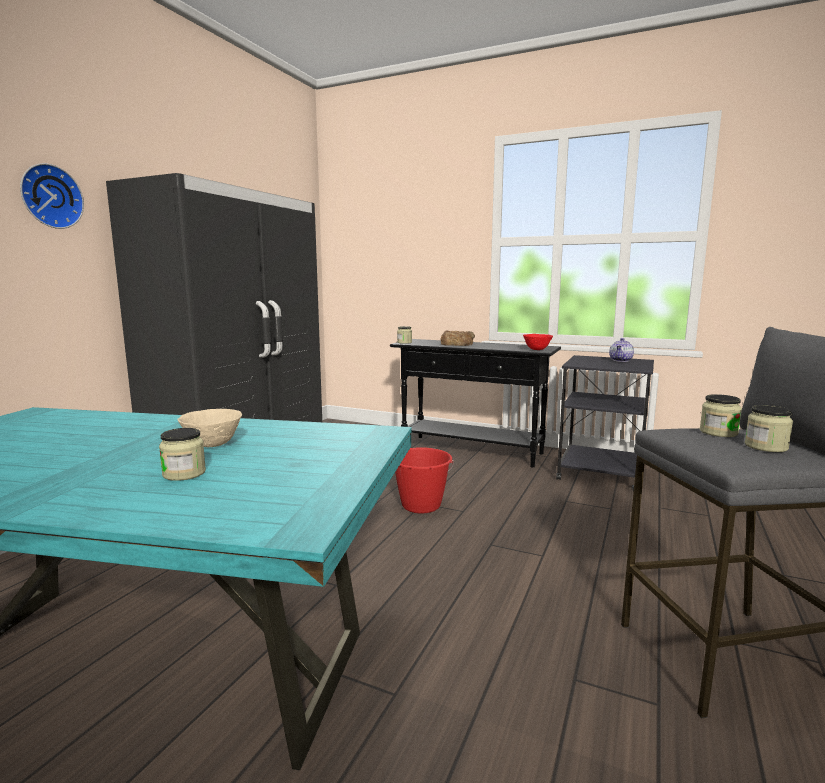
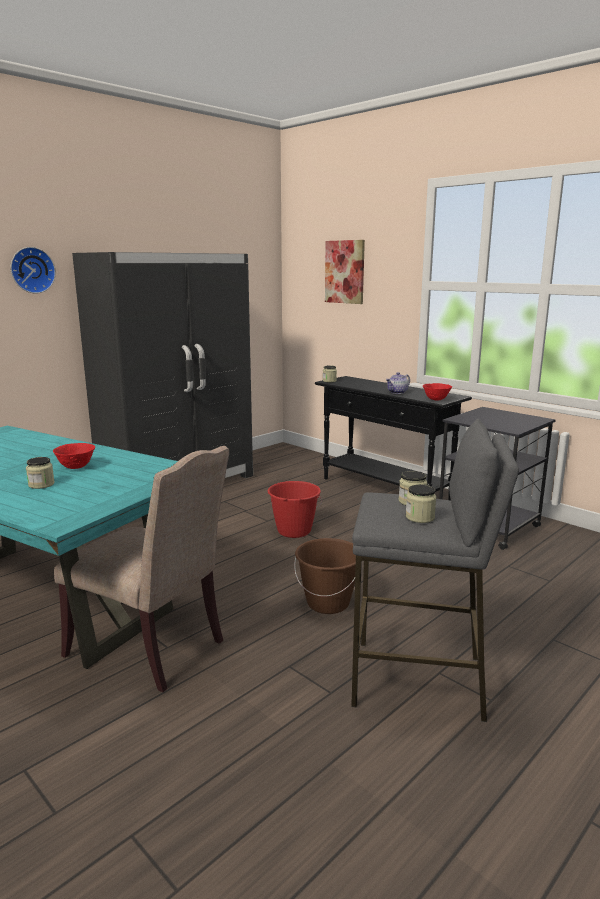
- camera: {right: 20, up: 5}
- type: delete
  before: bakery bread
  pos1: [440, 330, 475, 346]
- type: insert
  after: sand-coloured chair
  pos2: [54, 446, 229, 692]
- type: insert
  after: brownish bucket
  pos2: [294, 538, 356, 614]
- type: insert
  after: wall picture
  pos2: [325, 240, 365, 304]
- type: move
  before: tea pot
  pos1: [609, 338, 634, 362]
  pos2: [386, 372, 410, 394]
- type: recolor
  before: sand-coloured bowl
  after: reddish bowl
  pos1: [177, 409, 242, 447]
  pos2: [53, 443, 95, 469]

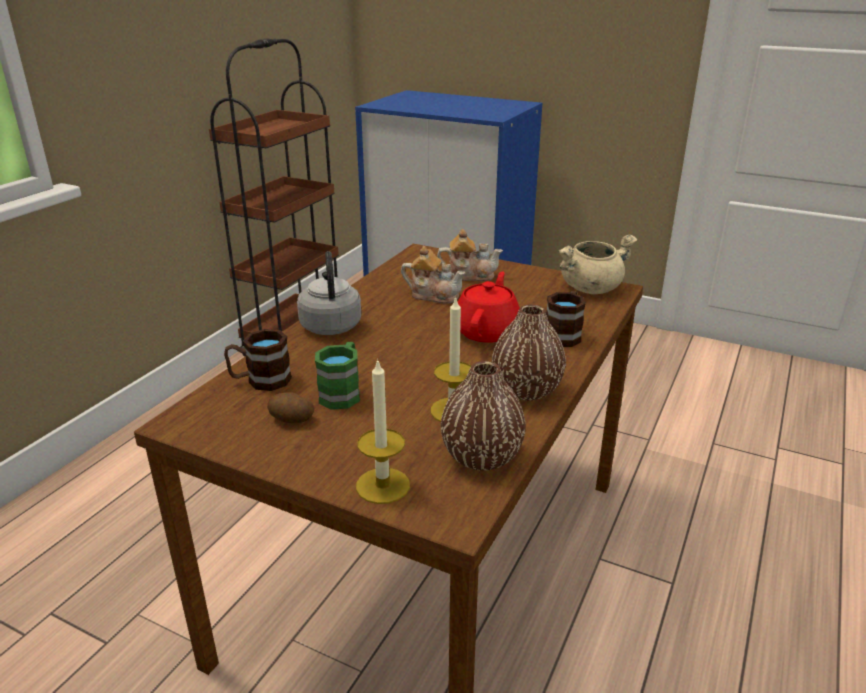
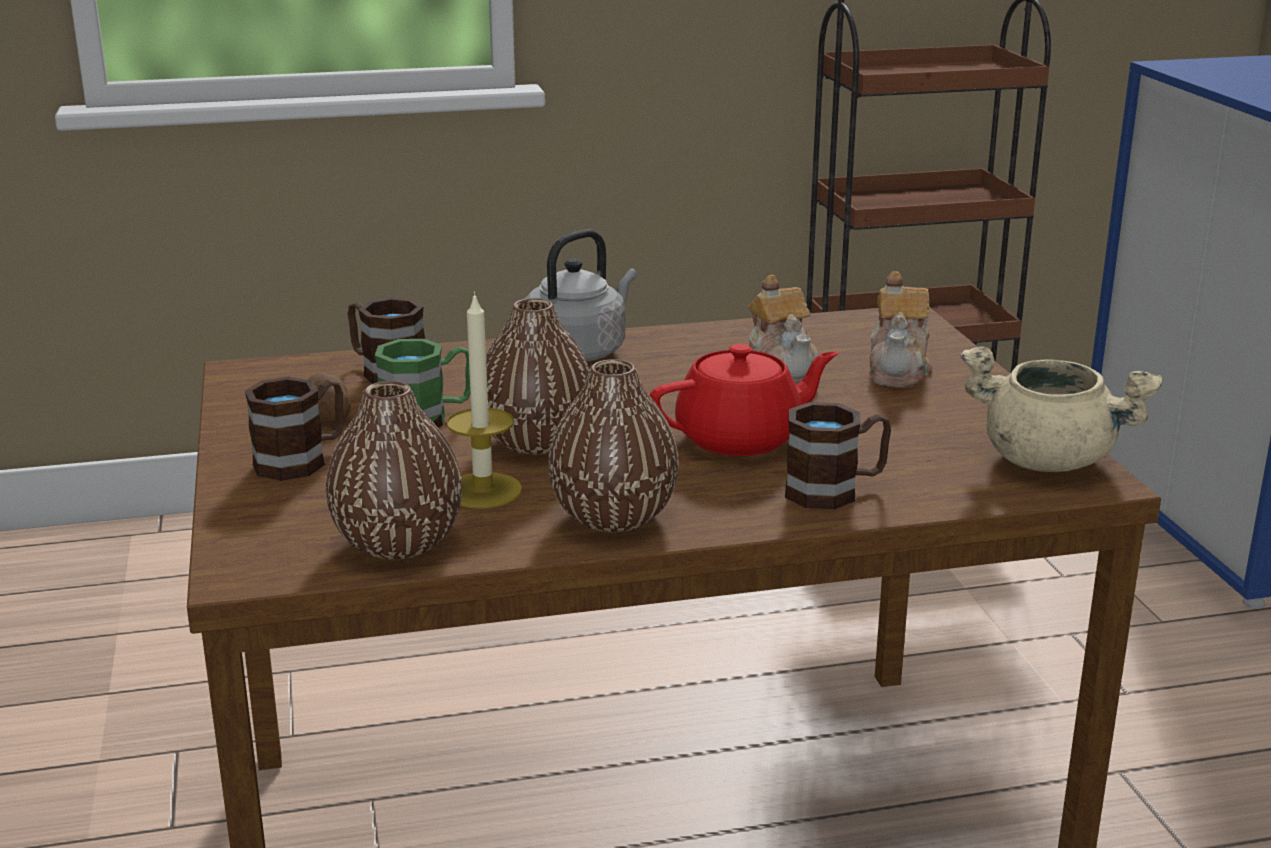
- camera: {right: 50, up: -5}
- type: delete
  before: wax candle
  pos1: [356, 358, 410, 504]
- type: insert
  after: brownish mug
  pos2: [245, 377, 344, 481]
- type: insert
  after: brownish flower vase
  pos2: [486, 298, 590, 454]
- type: rotate
  before: tea pot
  pos1: [437, 229, 503, 281]
  pos2: [869, 271, 932, 387]
  turn: 45

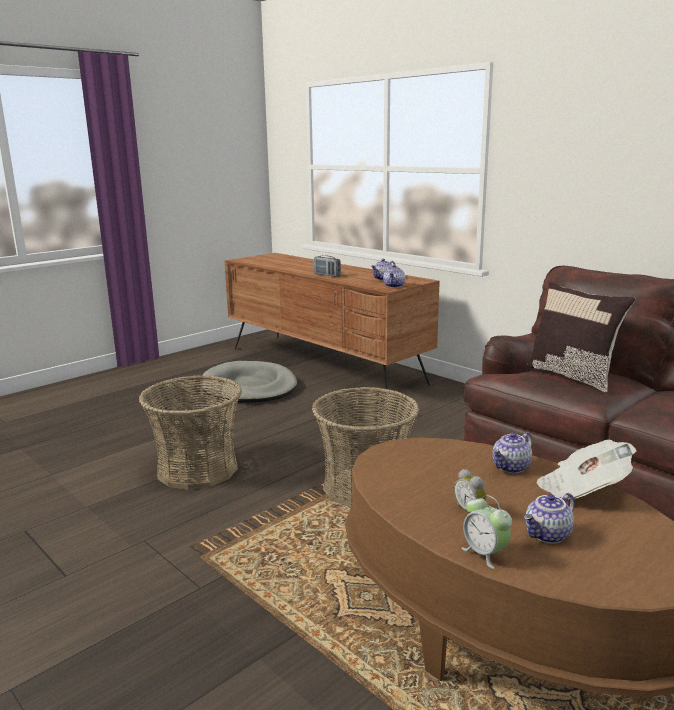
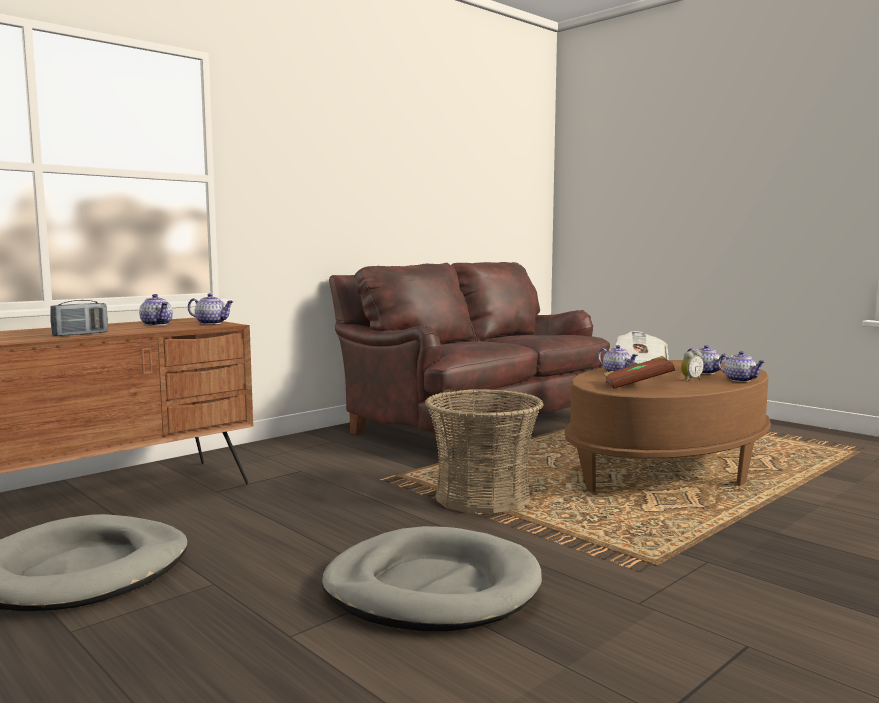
- camera: {right: -90, up: -10}
- type: delete
  before: cushion
  pos1: [527, 282, 635, 393]
- type: insert
  after: brownish bound book
  pos2: [603, 356, 675, 389]
- type: replace
  before: basket
  after: greyish pet bed
  pos1: [139, 375, 242, 490]
  pos2: [322, 526, 542, 631]
- type: replace
  before: alarm clock
  after: tea pot
  pos1: [461, 495, 512, 569]
  pos2: [718, 351, 765, 382]

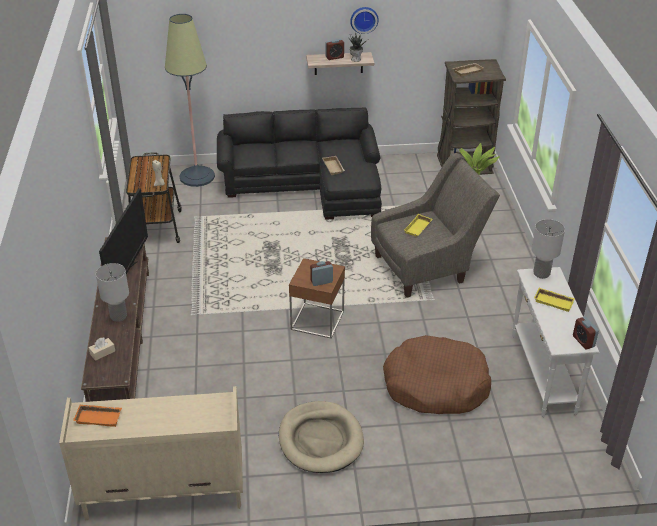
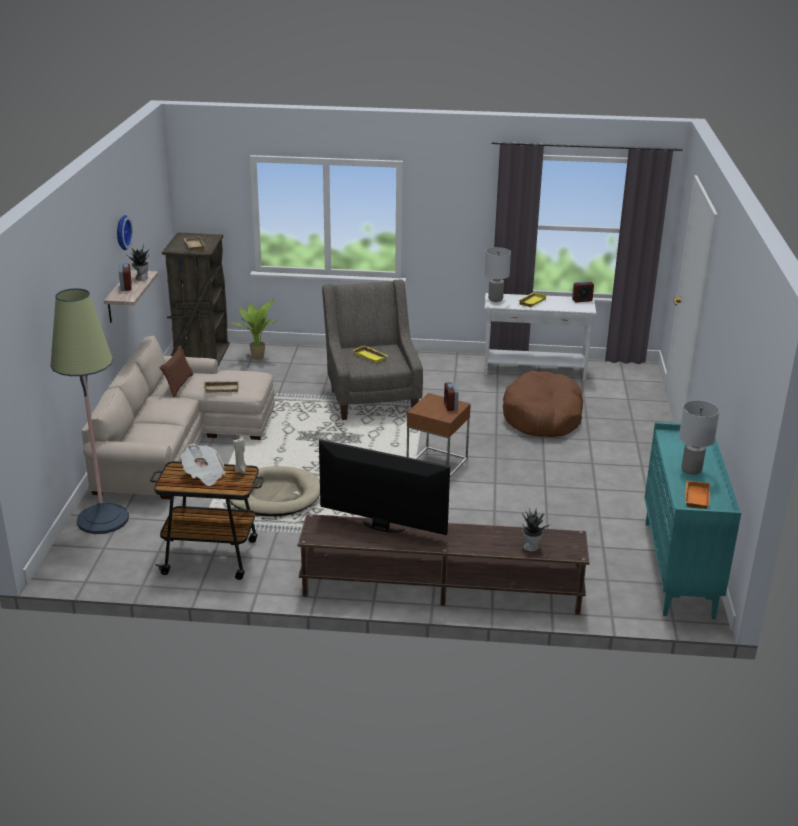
- camera: {right: -80, up: -10}
- type: insert
  after: brownish cushion
  pos2: [159, 346, 193, 397]
- type: insert
  after: newspaper
  pos2: [181, 444, 226, 486]
- type: move
  before: greyish tabletop lamp
  pos1: [96, 263, 129, 322]
  pos2: [679, 400, 720, 475]
- type: move
  before: sand-coloured pet bed
  pos1: [279, 401, 364, 473]
  pos2: [229, 466, 320, 516]
- type: replace
  before: sand-coloured box of tissues
  after: plant in a pot
  pos1: [89, 338, 115, 361]
  pos2: [522, 507, 552, 552]
- type: recolor
  before: sand-coloured cupboard
  after: turquoise-coloured cupboard
  pos1: [59, 386, 243, 520]
  pos2: [644, 422, 741, 619]
- type: recolor
  before: blackish sofa
  after: sand-coloured sofa
  pos1: [217, 108, 382, 220]
  pos2: [81, 336, 275, 499]

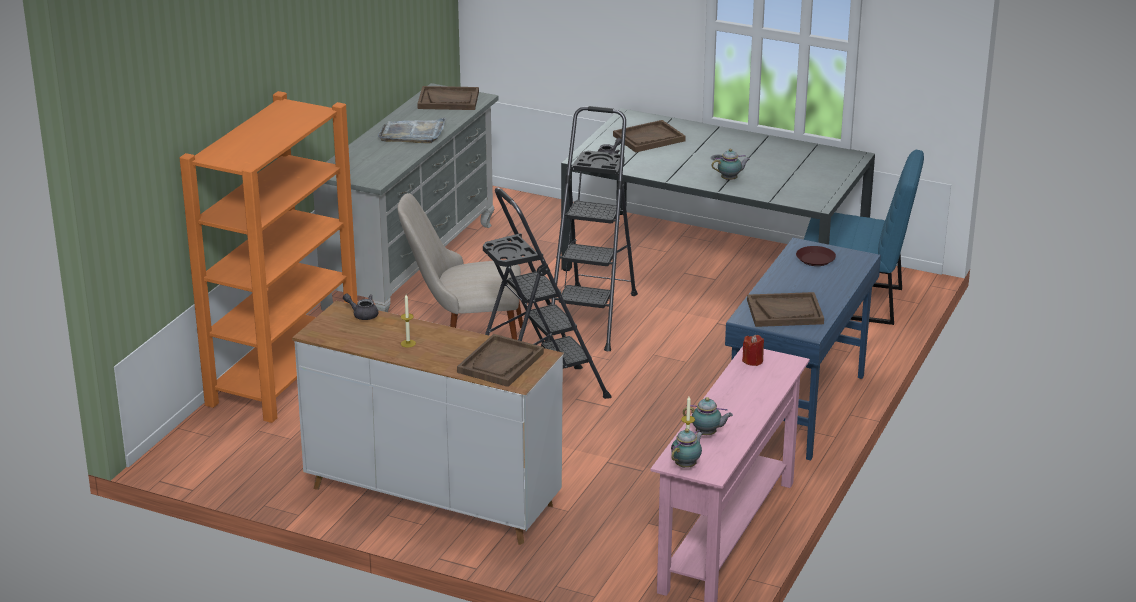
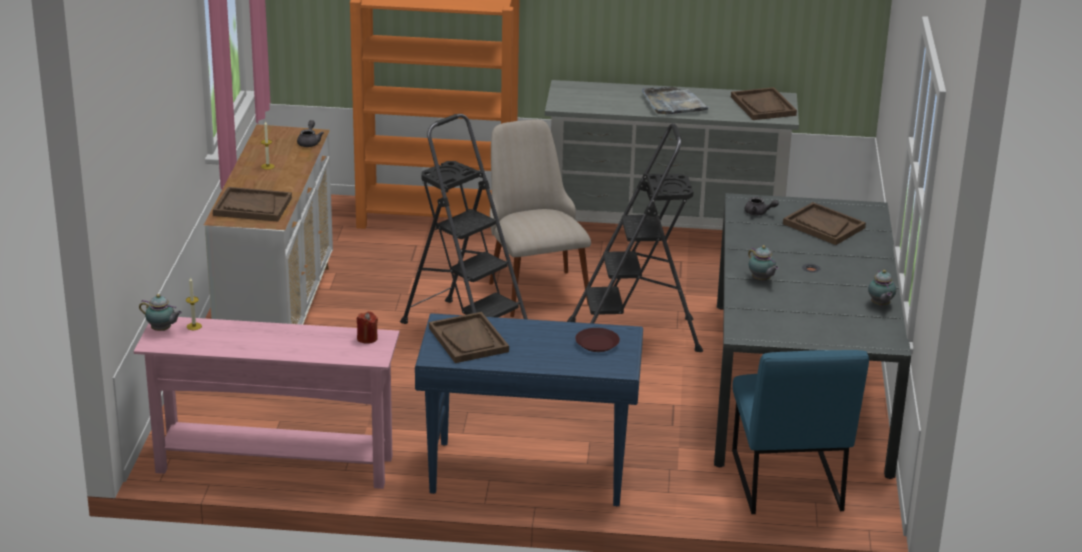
- camera: {right: 70, up: 0}
- type: move
  before: tea pot
  pos1: [683, 397, 733, 435]
  pos2: [868, 270, 896, 306]

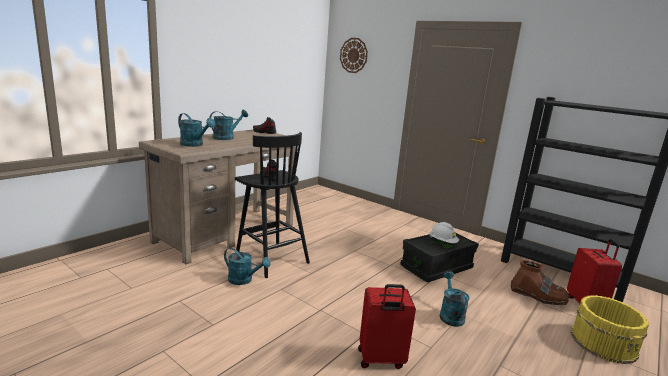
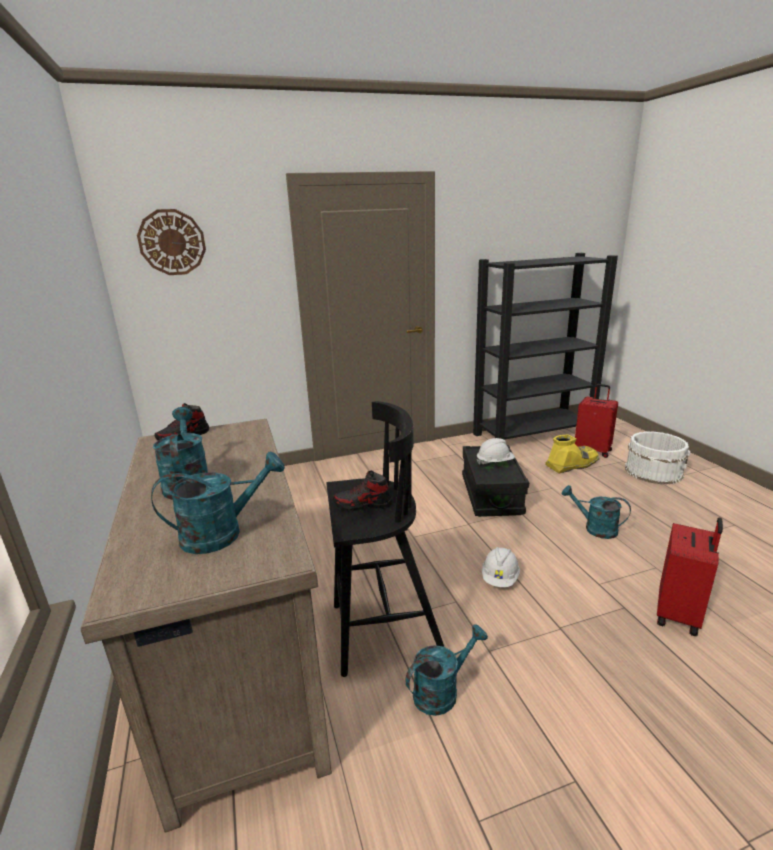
- camera: {right: -55, up: 5}
- type: insert
  after: white-coloured hard hat
  pos2: [482, 547, 520, 587]
- type: recolor
  before: brownish boot
  after: yellow-coloured boot
  pos1: [511, 260, 569, 305]
  pos2: [546, 434, 599, 473]
- type: recolor
  before: yellow-coloured bucket
  after: white-coloured bucket
  pos1: [570, 295, 649, 364]
  pos2: [625, 431, 690, 484]

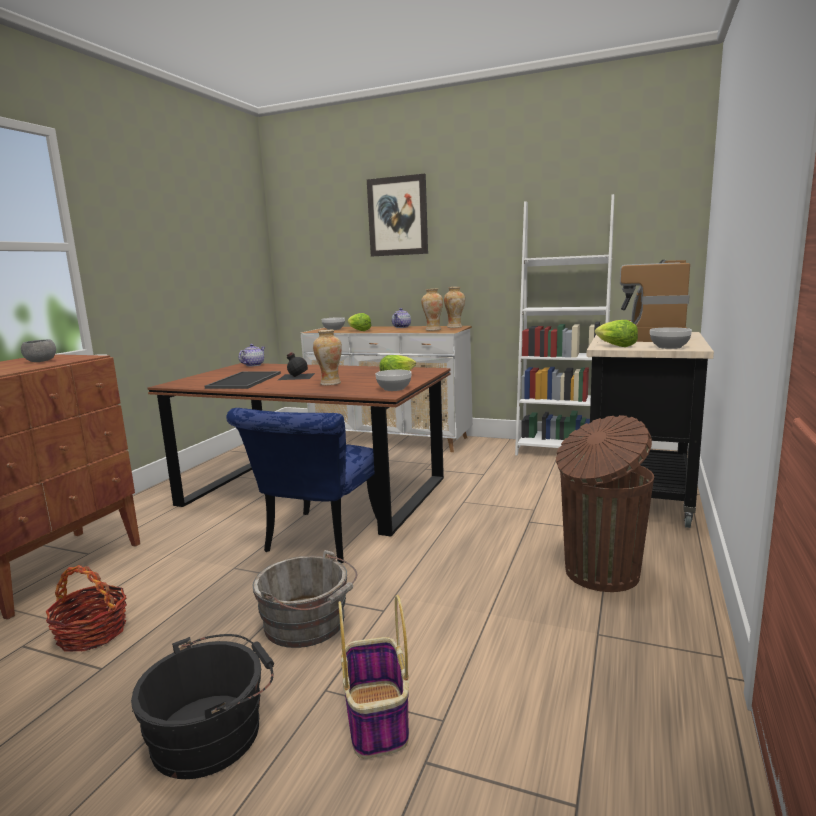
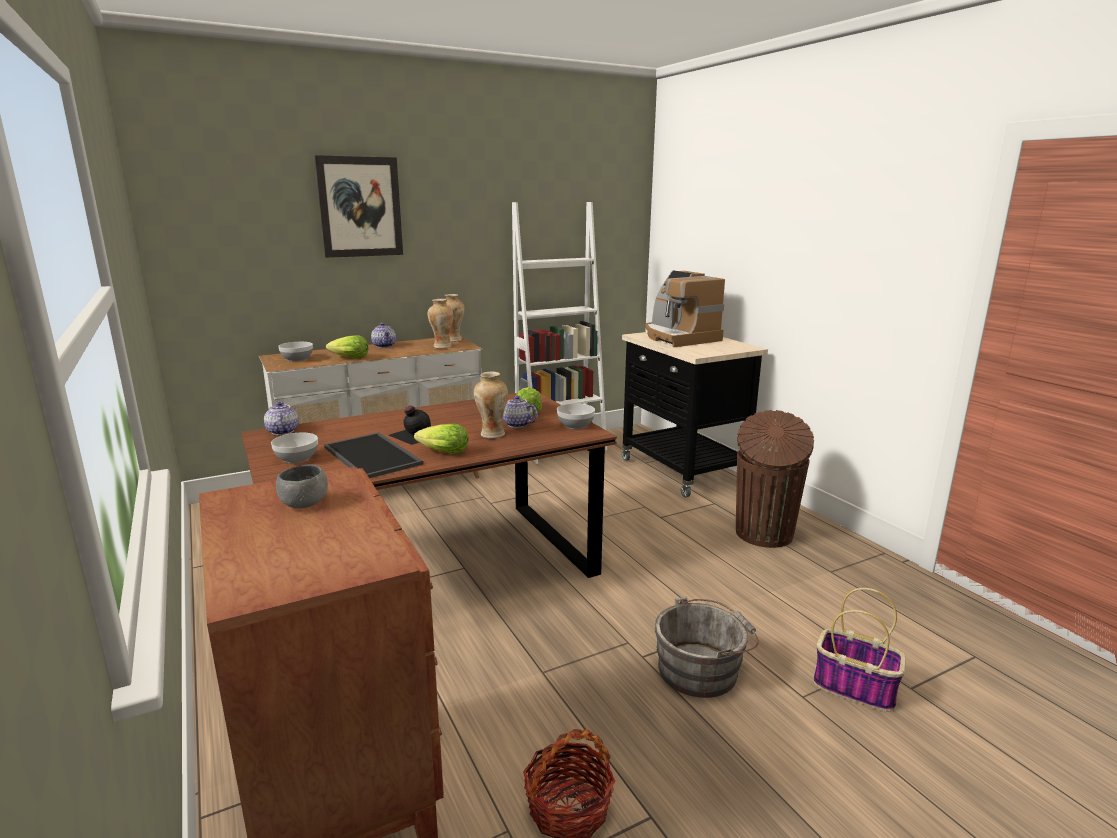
- camera: {right: -50, up: 5}
- type: delete
  before: blackish bucket
  pos1: [131, 634, 274, 779]
- type: delete
  before: blue-coloured chair
  pos1: [226, 408, 377, 563]
- type: insert
  after: tea pot
  pos2: [503, 396, 538, 428]
- type: move
  before: lettuce head
  pos1: [595, 320, 638, 347]
  pos2: [414, 424, 469, 454]
- type: move
  before: bowl
  pos1: [650, 327, 692, 349]
  pos2: [271, 433, 318, 463]

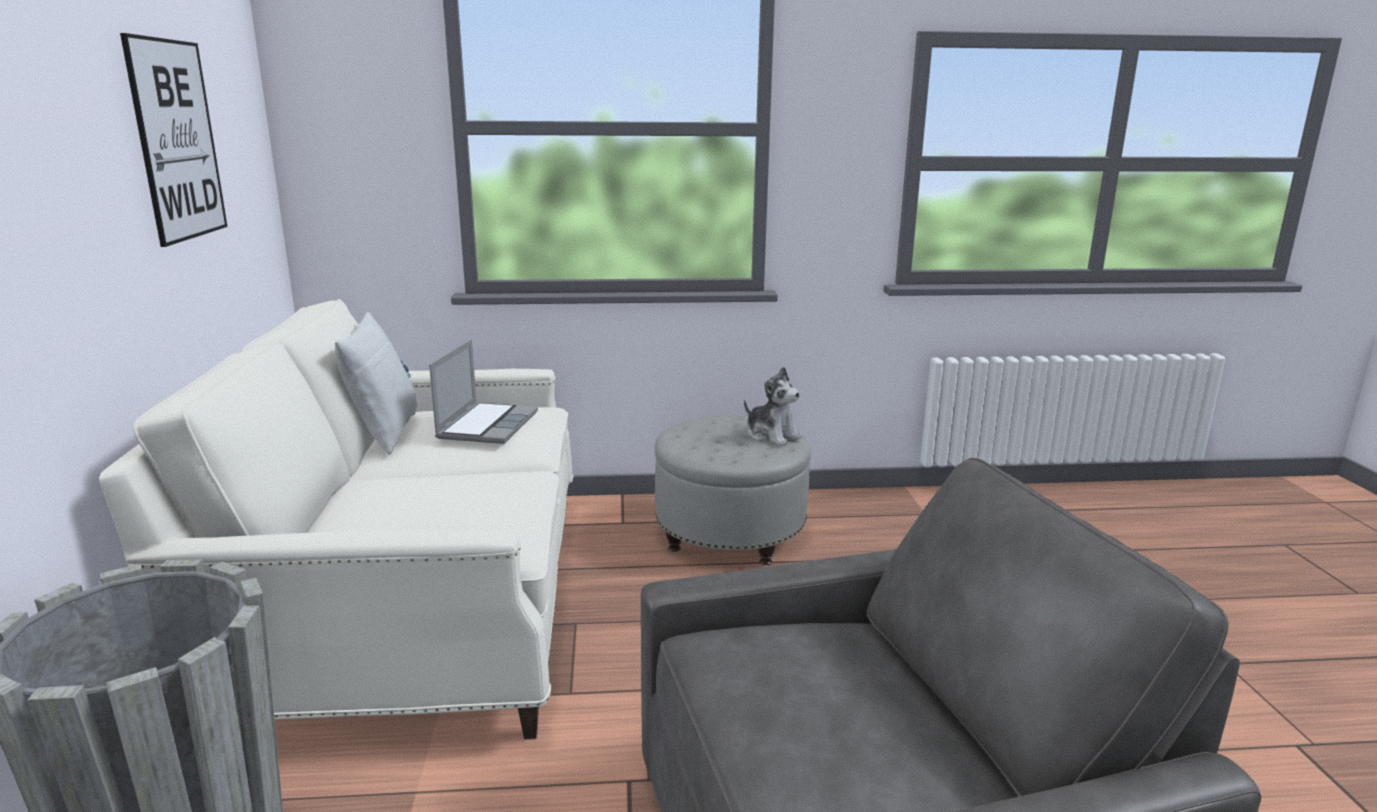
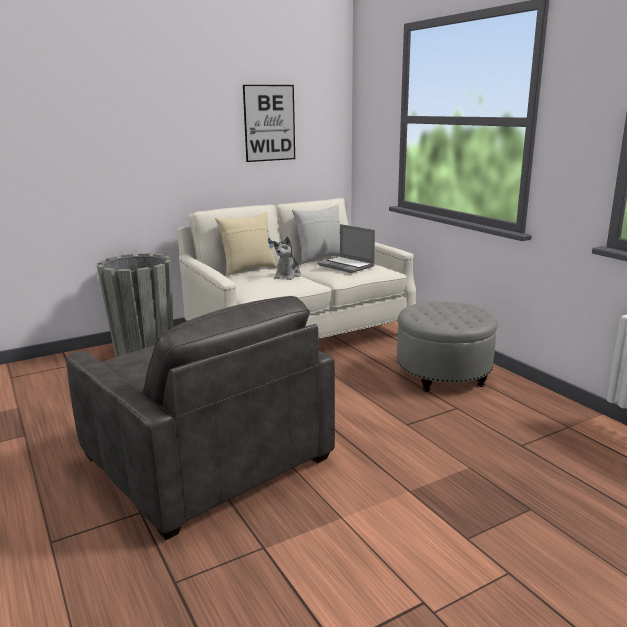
- camera: {right: 65, up: 0}
- type: insert
  after: sand-coloured cushion
  pos2: [215, 212, 277, 276]
- type: move
  before: soft toy
  pos1: [744, 366, 802, 446]
  pos2: [273, 236, 301, 280]
- type: rotate
  before: laptop
  pos1: [429, 339, 538, 444]
  pos2: [318, 224, 375, 273]
  turn: 60

